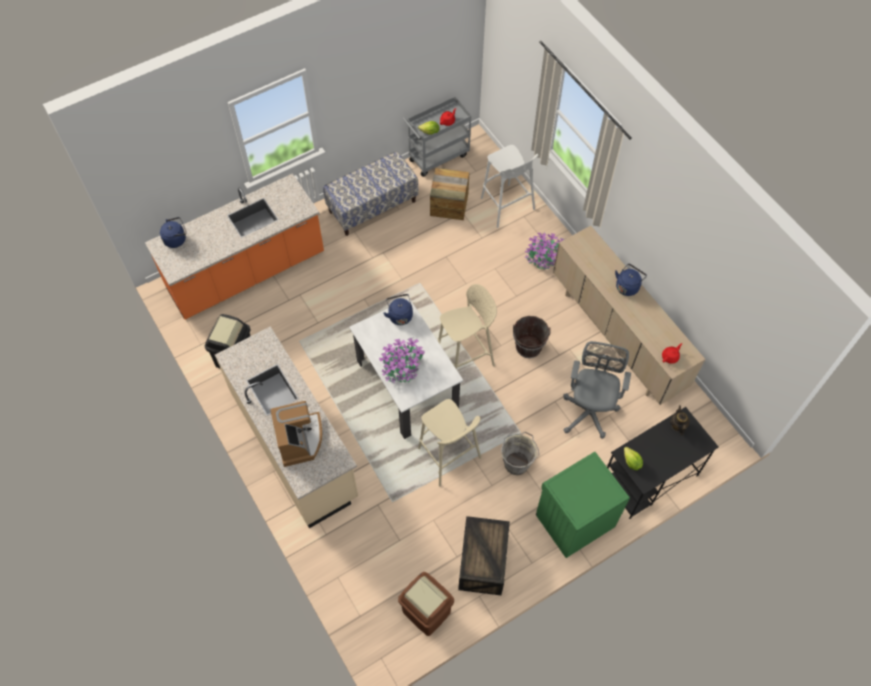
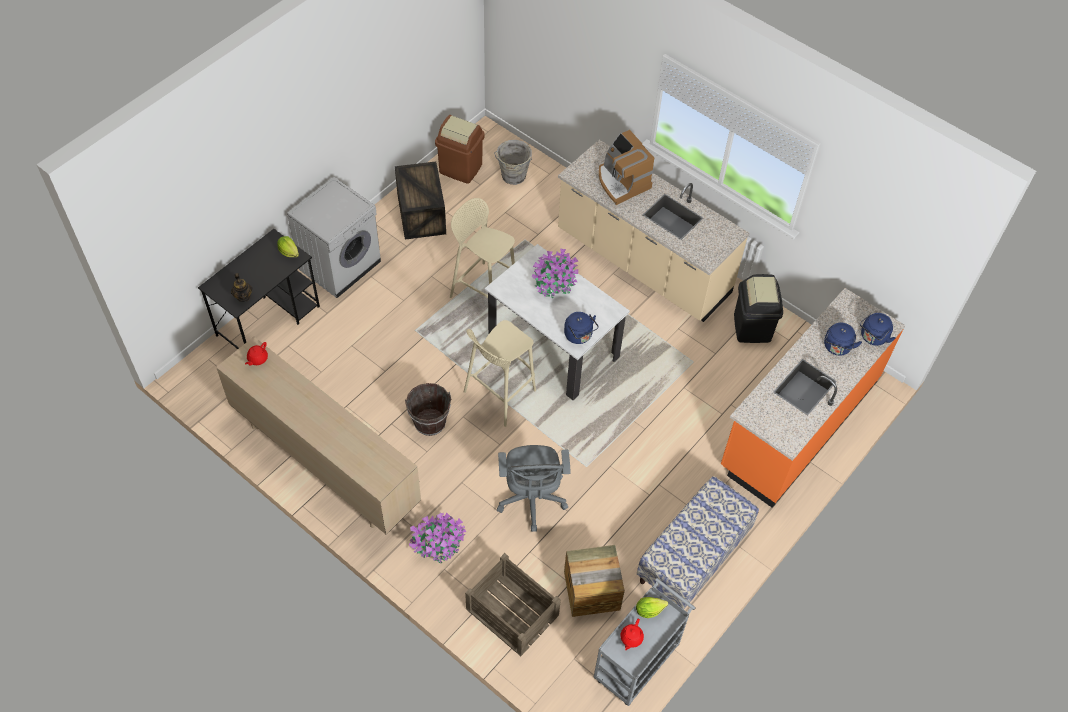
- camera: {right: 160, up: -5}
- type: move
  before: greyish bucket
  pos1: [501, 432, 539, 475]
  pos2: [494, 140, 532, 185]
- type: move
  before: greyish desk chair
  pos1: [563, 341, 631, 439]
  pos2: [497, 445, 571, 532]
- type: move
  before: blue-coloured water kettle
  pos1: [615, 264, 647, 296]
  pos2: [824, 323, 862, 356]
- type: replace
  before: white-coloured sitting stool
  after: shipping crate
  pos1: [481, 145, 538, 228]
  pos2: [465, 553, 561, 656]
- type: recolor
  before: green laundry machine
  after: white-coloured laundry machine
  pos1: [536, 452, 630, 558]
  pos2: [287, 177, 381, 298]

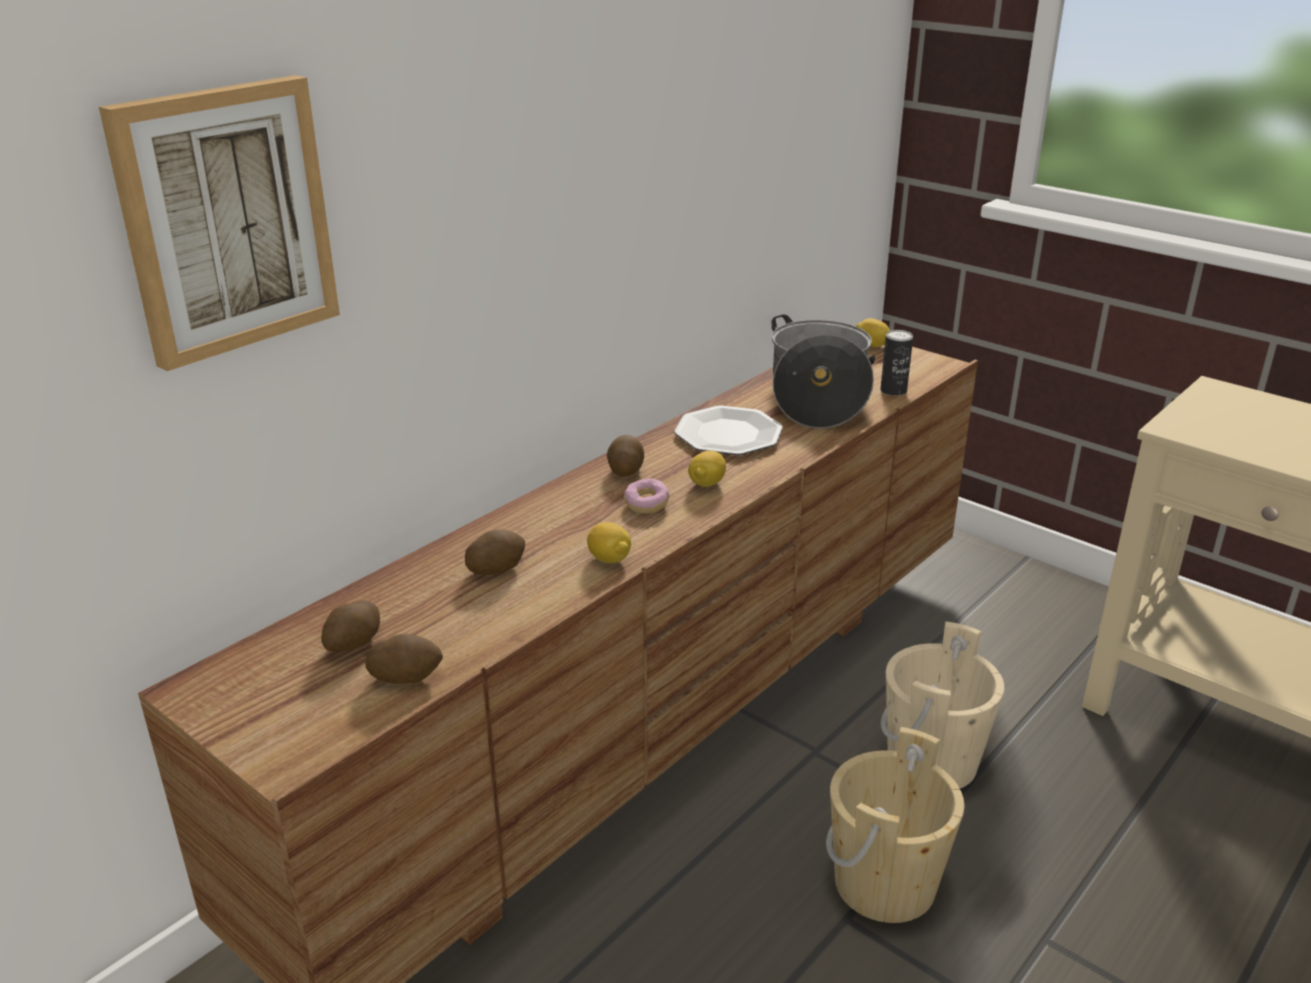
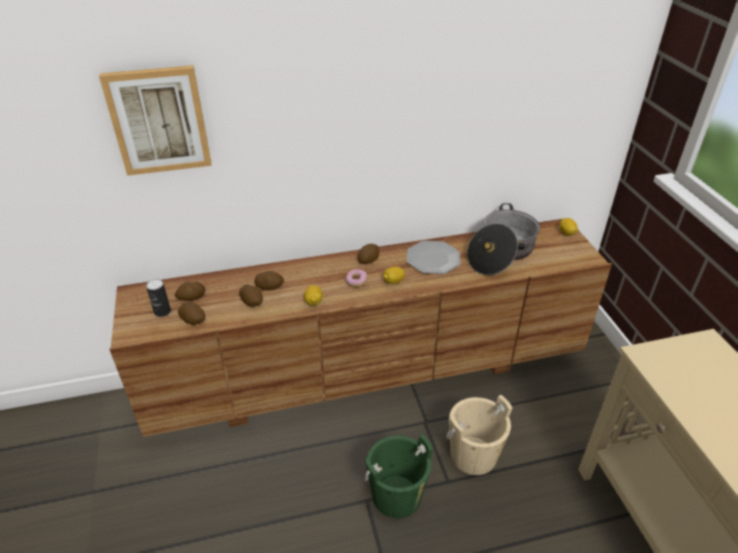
- camera: {right: 35, up: 10}
- type: insert
  after: whole potato
  pos2: [239, 285, 263, 307]
- type: move
  before: sealed can
  pos1: [881, 330, 913, 396]
  pos2: [146, 279, 171, 317]
- type: recolor
  before: sand-coloured bucket
  after: green bucket
  pos1: [826, 727, 964, 923]
  pos2: [364, 434, 433, 519]

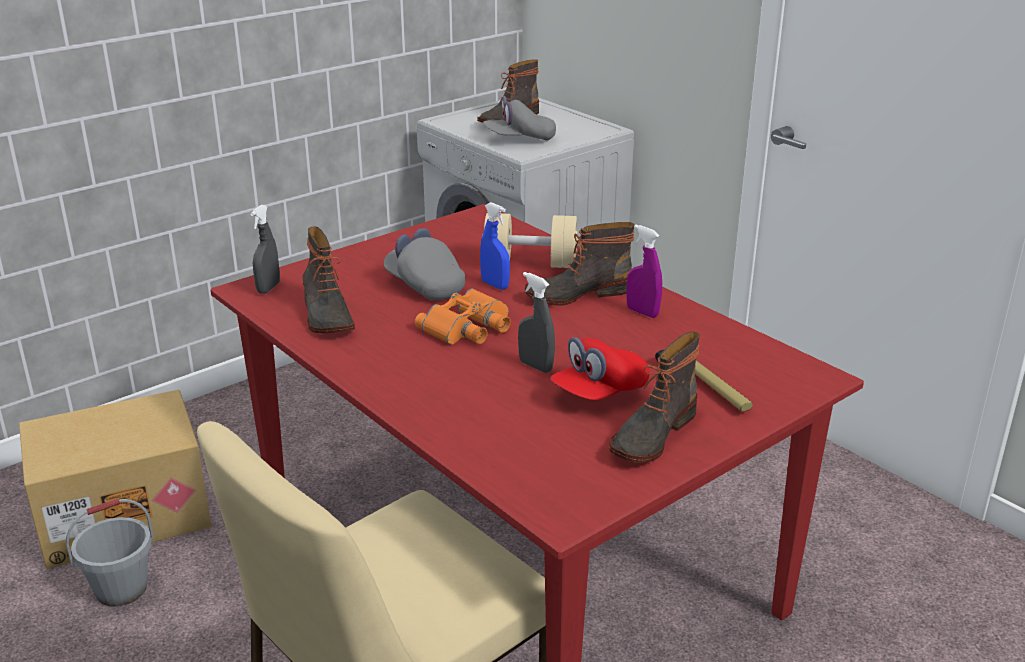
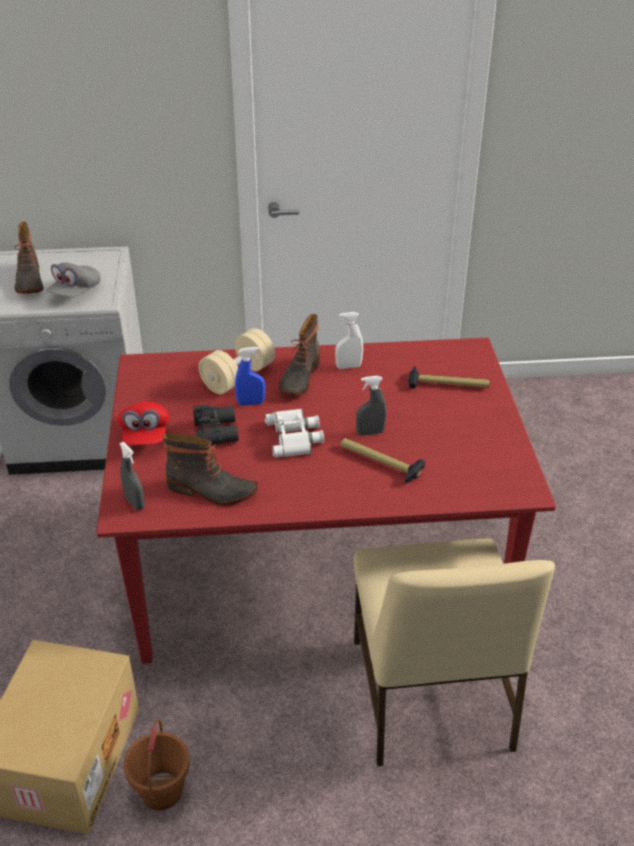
- camera: {right: -55, up: 10}
- type: delete
  before: boot
  pos1: [609, 331, 700, 463]
- type: insert
  after: tool hammer
  pos2: [340, 438, 425, 484]
- type: move
  before: reddish peaked cap
  pos1: [550, 337, 650, 400]
  pos2: [118, 401, 170, 445]
- type: replace
  before: greyish peaked cap
  after: blackish pair of binoculars
  pos1: [384, 228, 465, 300]
  pos2: [193, 405, 239, 445]
- type: recolor
  before: greyish bucket
  after: brownish bucket
  pos1: [66, 499, 154, 607]
  pos2: [123, 718, 190, 810]
- type: recolor
  before: orangey pair of binoculars
  after: white-coloured pair of binoculars
  pos1: [415, 289, 511, 345]
  pos2: [265, 409, 324, 458]
- type: recolor
  before: purple spray bottle
  after: white-coloured spray bottle
  pos1: [626, 225, 662, 318]
  pos2: [335, 312, 363, 369]

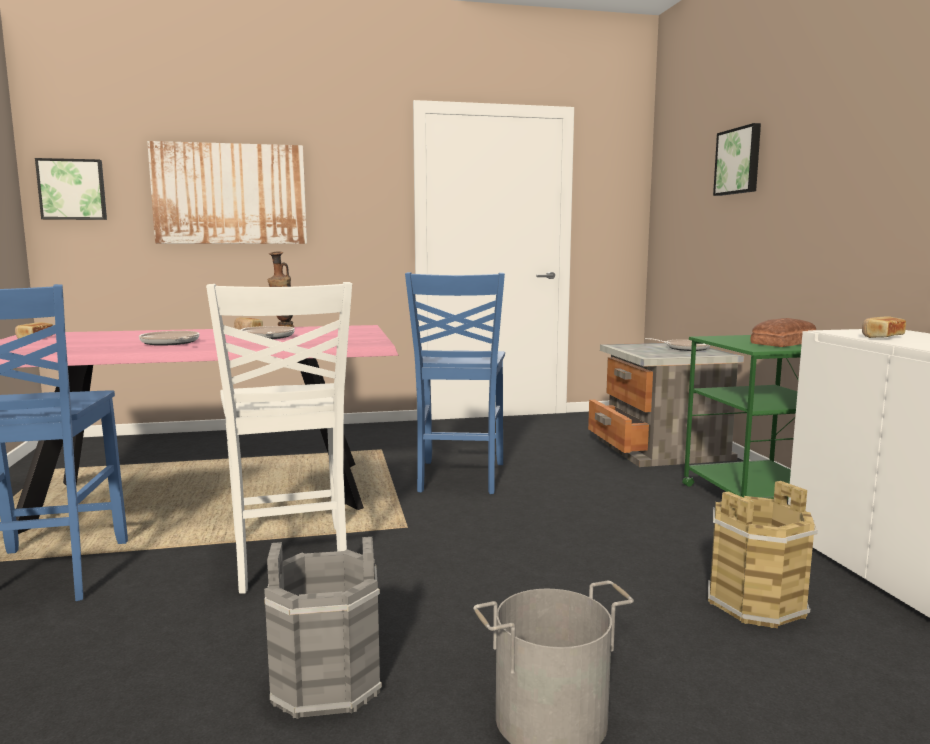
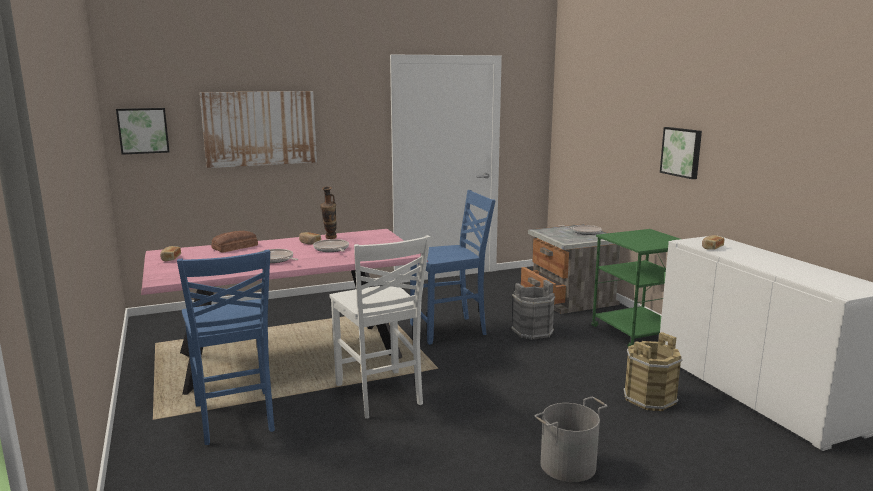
- camera: {right: -10, up: 5}
- type: move
  before: greyish bucket
  pos1: [264, 537, 382, 719]
  pos2: [511, 280, 555, 340]
- type: move
  before: wall picture
  pos1: [713, 123, 761, 196]
  pos2: [660, 127, 702, 179]
- type: move
  before: bakery bread
  pos1: [751, 318, 816, 347]
  pos2: [211, 231, 258, 253]
- type: rotate
  before: blue-coloured chair
  pos1: [405, 272, 505, 494]
  pos2: [410, 190, 495, 345]
  turn: -105

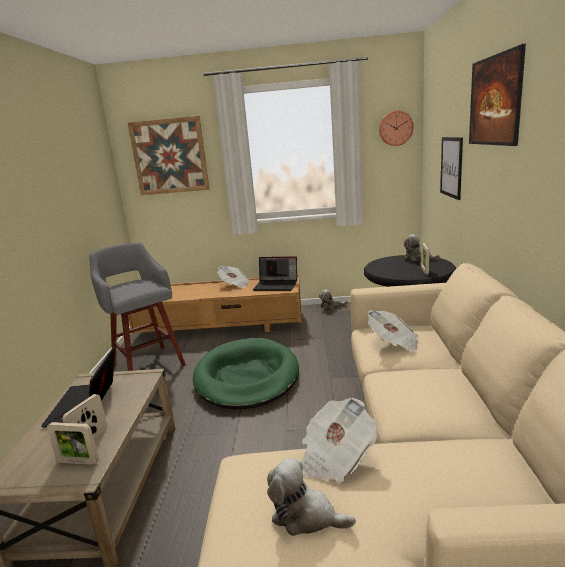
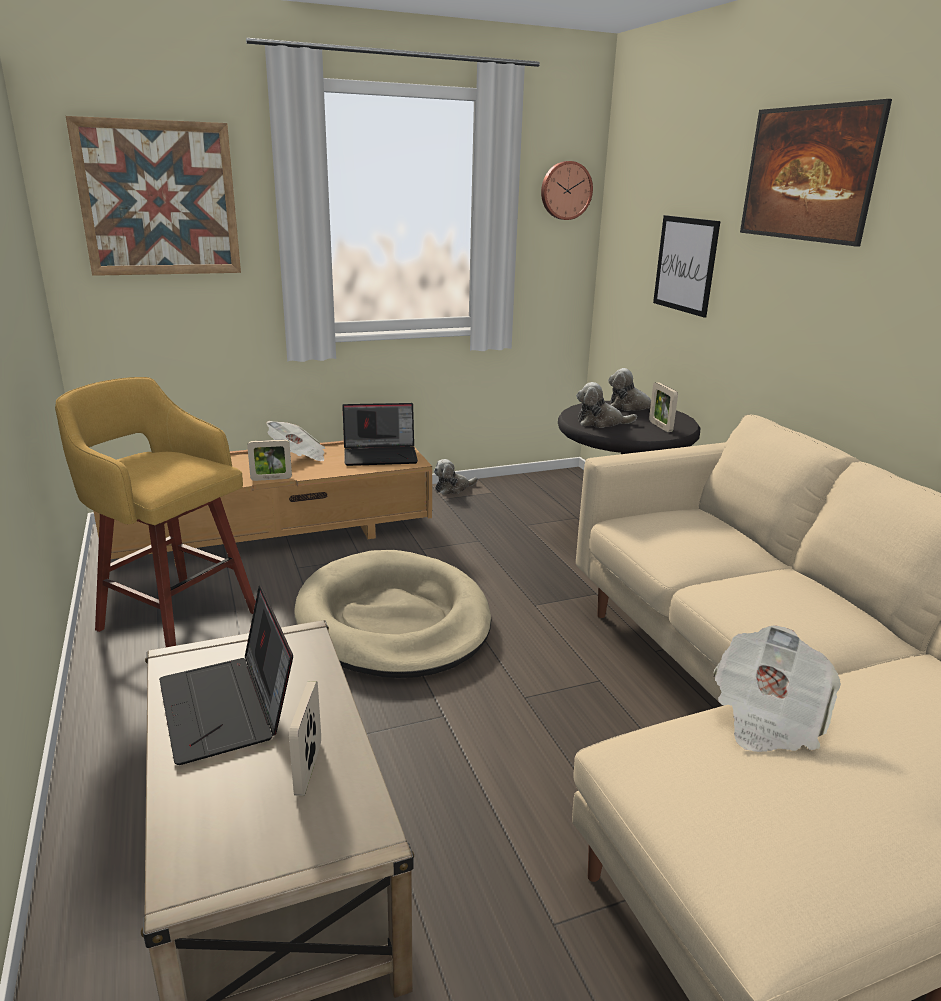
- camera: {right: -25, up: 5}
- type: delete
  before: newspaper
  pos1: [367, 310, 418, 352]
- type: move
  before: picture frame
  pos1: [47, 422, 99, 465]
  pos2: [247, 439, 292, 481]
- type: move
  before: soft toy
  pos1: [267, 458, 356, 536]
  pos2: [576, 382, 637, 428]
- type: recolor
  before: greyish sitting stool
  after: yellow-coloured sitting stool
  pos1: [89, 243, 186, 371]
  pos2: [55, 377, 256, 647]
- type: recolor
  before: green pet bed
  after: sand-coloured pet bed
  pos1: [193, 338, 299, 409]
  pos2: [294, 550, 491, 678]

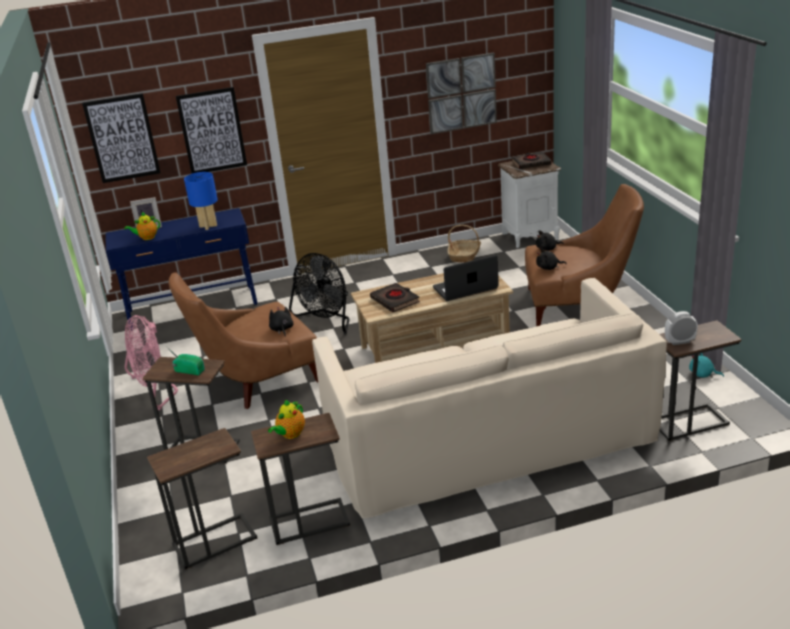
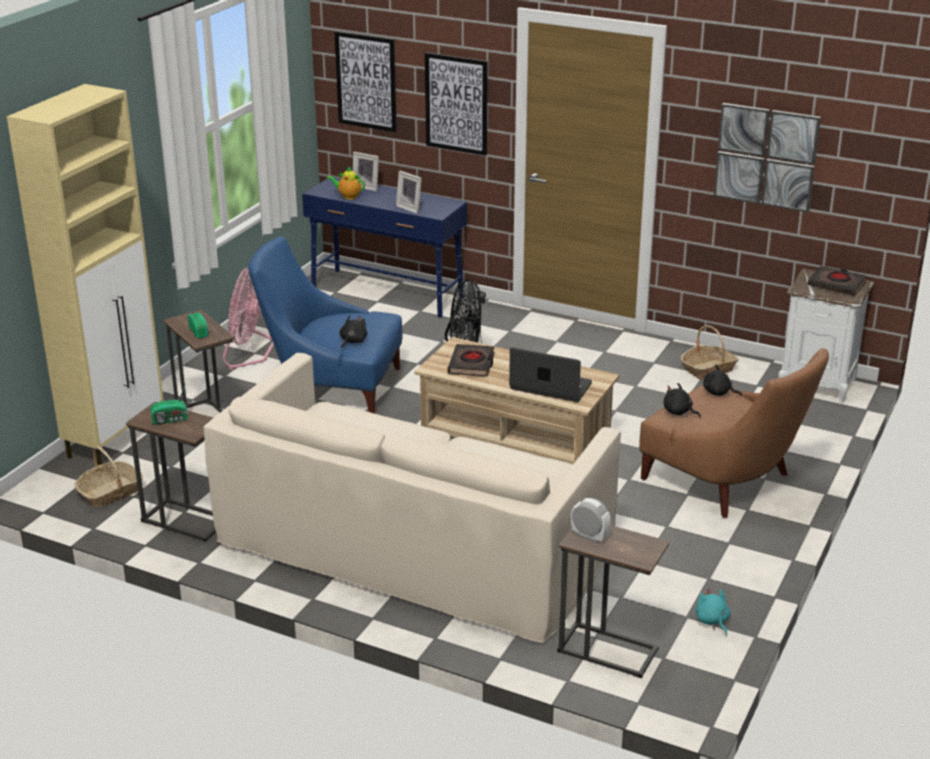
- camera: {right: 40, up: 0}
- type: insert
  after: sand-coloured cupboard
  pos2: [7, 84, 164, 465]
- type: replace
  before: brownish end table
  after: basket
  pos1: [147, 428, 257, 570]
  pos2: [74, 446, 143, 507]
- type: replace
  before: blue-coloured tabletop lamp
  after: picture frame
  pos1: [184, 172, 218, 230]
  pos2: [396, 171, 422, 214]
- type: replace
  before: tea pot
  after: radio set
  pos1: [268, 400, 305, 439]
  pos2: [150, 384, 187, 425]
- type: recolor
  before: brownish lounge chair
  after: blue-coloured lounge chair
  pos1: [168, 272, 318, 409]
  pos2: [248, 236, 402, 414]

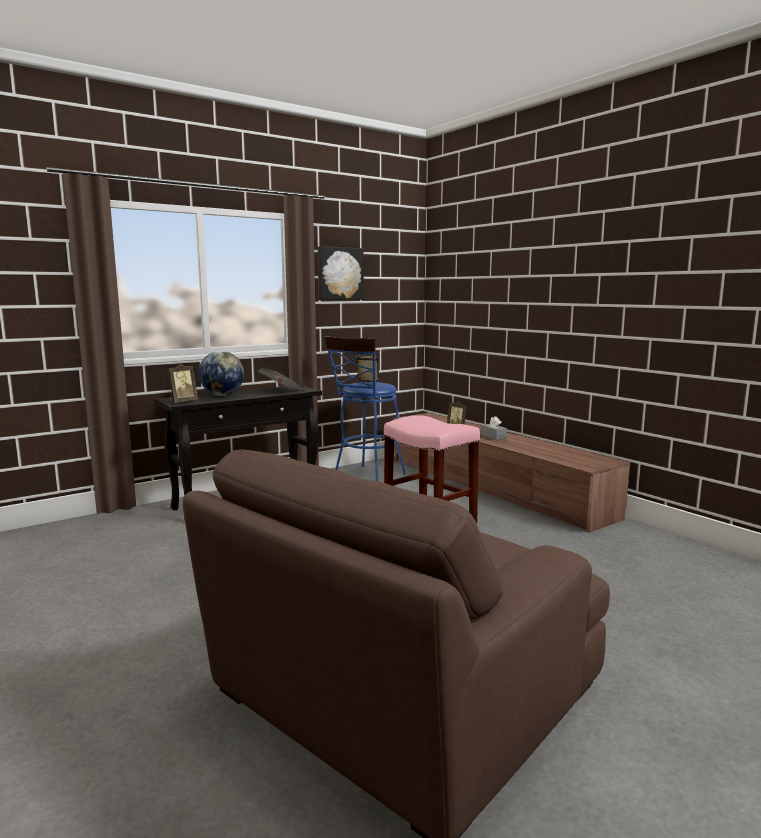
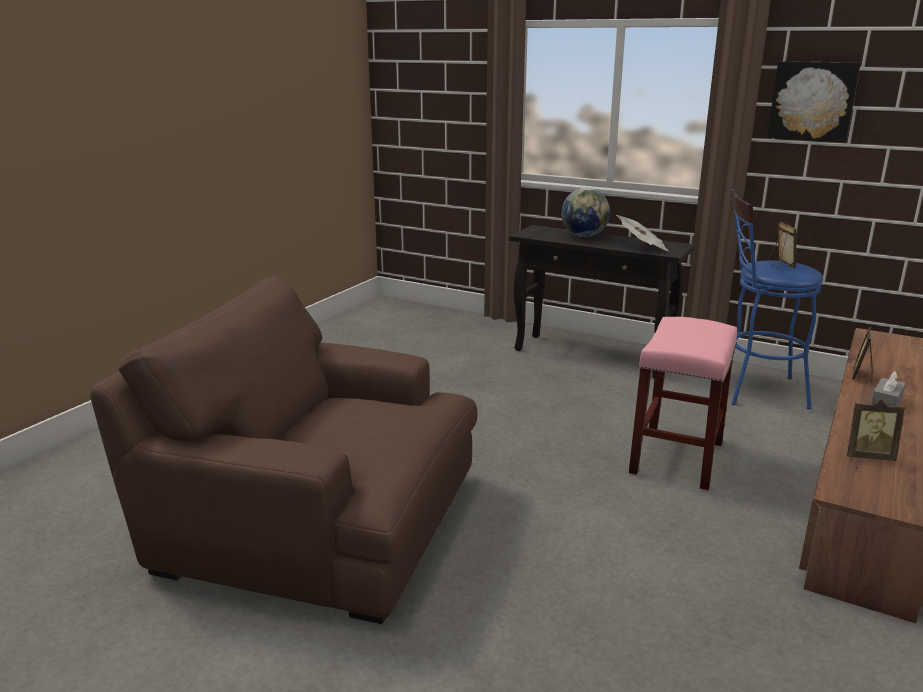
- camera: {right: 65, up: 10}
- type: move
  before: picture frame
  pos1: [168, 363, 198, 403]
  pos2: [847, 399, 905, 461]

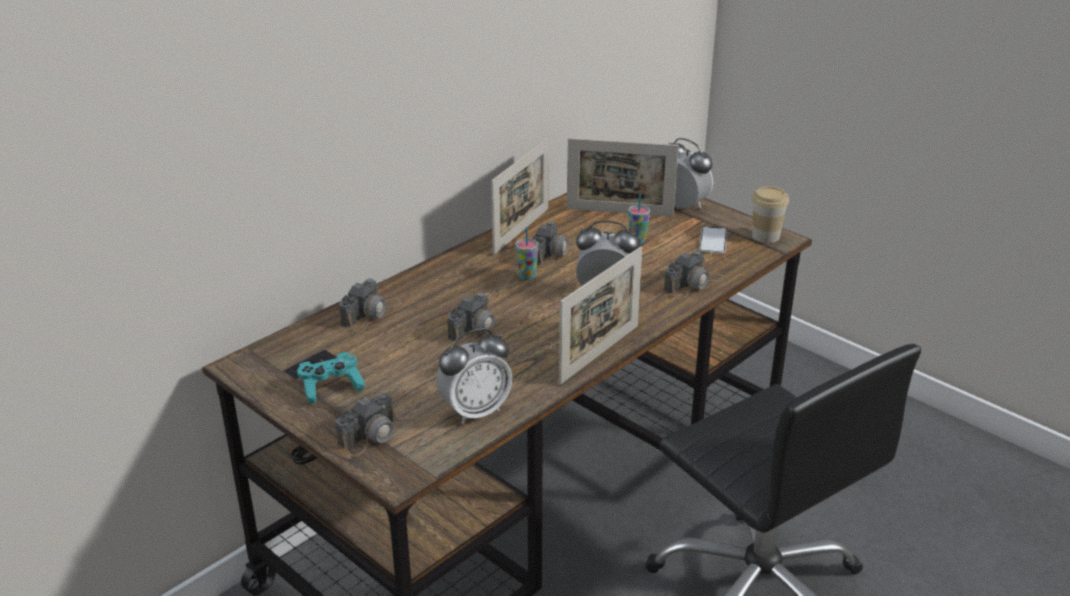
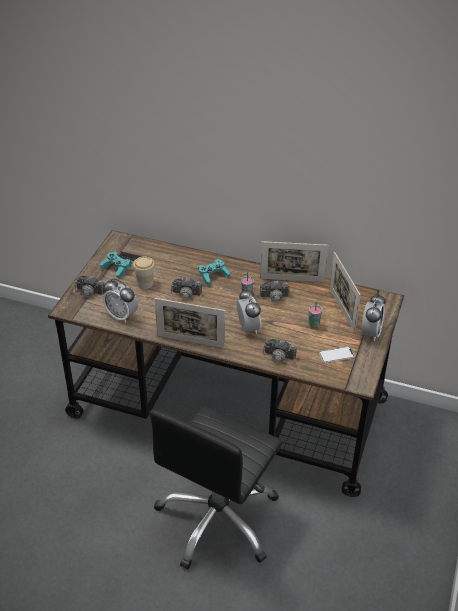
- camera: {right: 65, up: 10}
- type: delete
  before: still camera
  pos1: [339, 278, 401, 332]
- type: insert
  after: turquoise-coloured gamepad
  pos2: [198, 259, 230, 285]
- type: move
  before: cup
  pos1: [752, 186, 789, 243]
  pos2: [133, 256, 155, 289]

